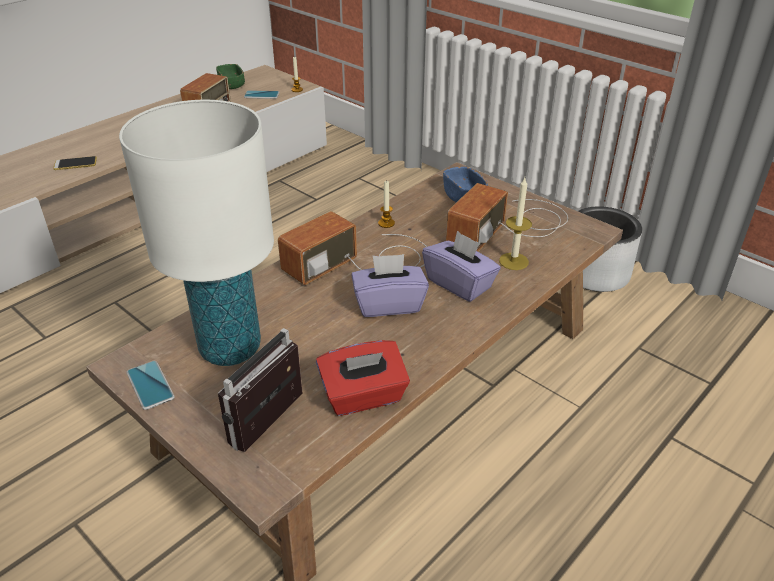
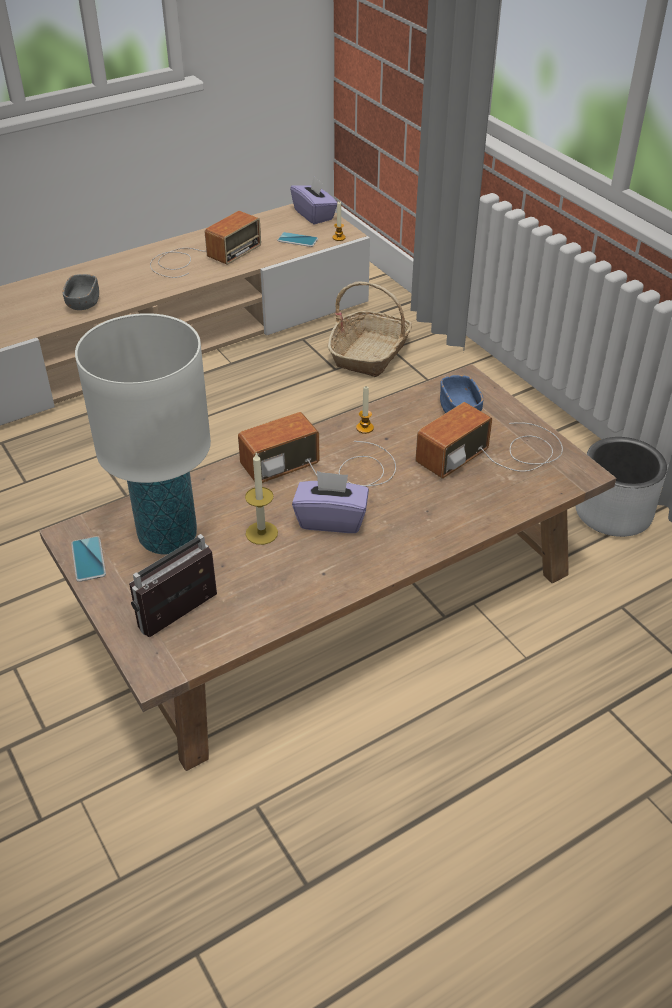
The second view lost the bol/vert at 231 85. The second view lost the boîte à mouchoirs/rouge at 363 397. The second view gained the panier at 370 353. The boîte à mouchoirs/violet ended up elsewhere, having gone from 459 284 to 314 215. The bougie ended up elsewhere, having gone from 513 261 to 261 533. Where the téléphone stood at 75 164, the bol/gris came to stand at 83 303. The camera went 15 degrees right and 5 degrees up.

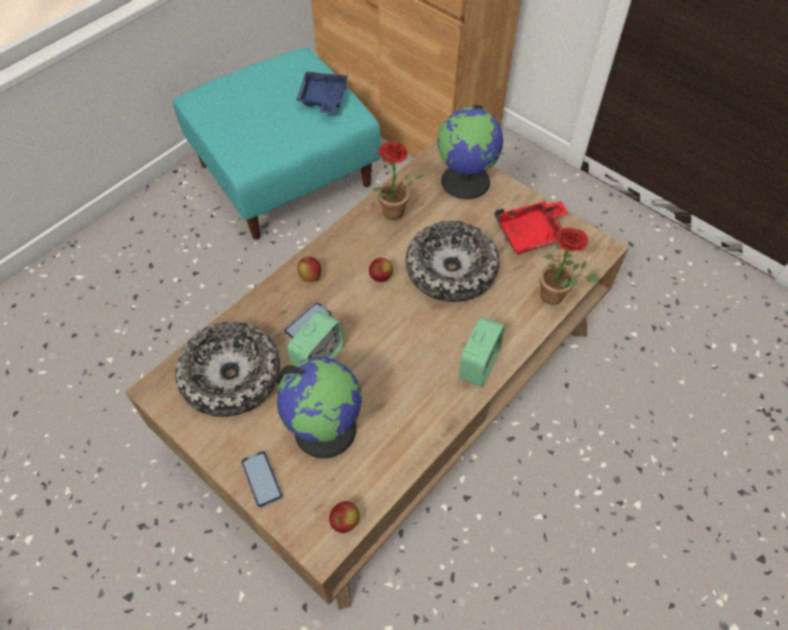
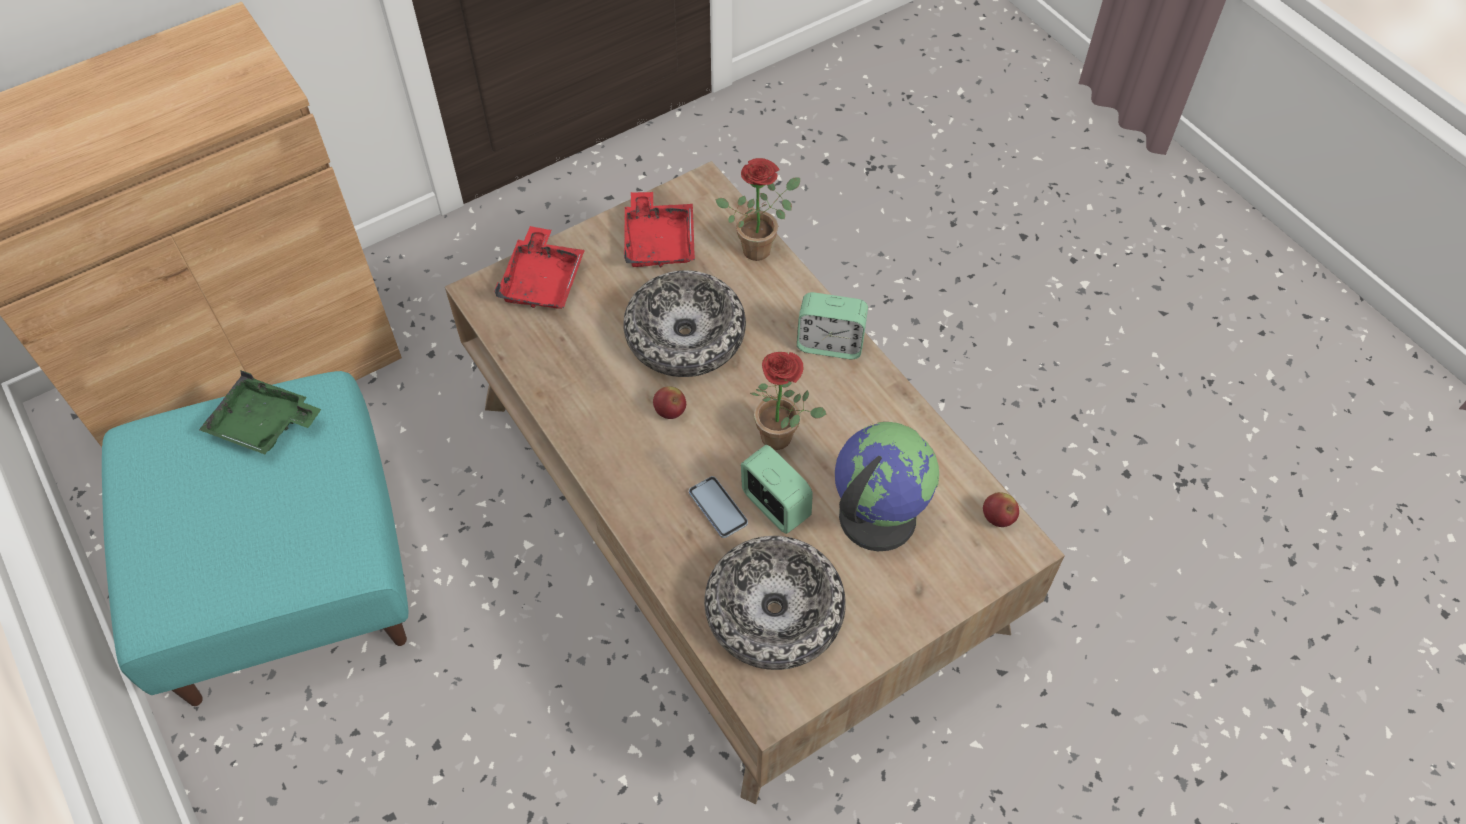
The second view lost the téléphone at 262 479. The second view lost the pomme at 310 277. The plante en pot ended up elsewhere, having gone from 393 216 to 783 438. Where the globe stood at 466 181, the plateau/rouge came to stand at 543 281. What was the plateau/bleu at 323 99 turned into the plateau/vert at 264 425. The réveil at 478 364 ended up facing another way, 150 degrees clockwise from before. The camera went 75 degrees left and 0 degrees up.

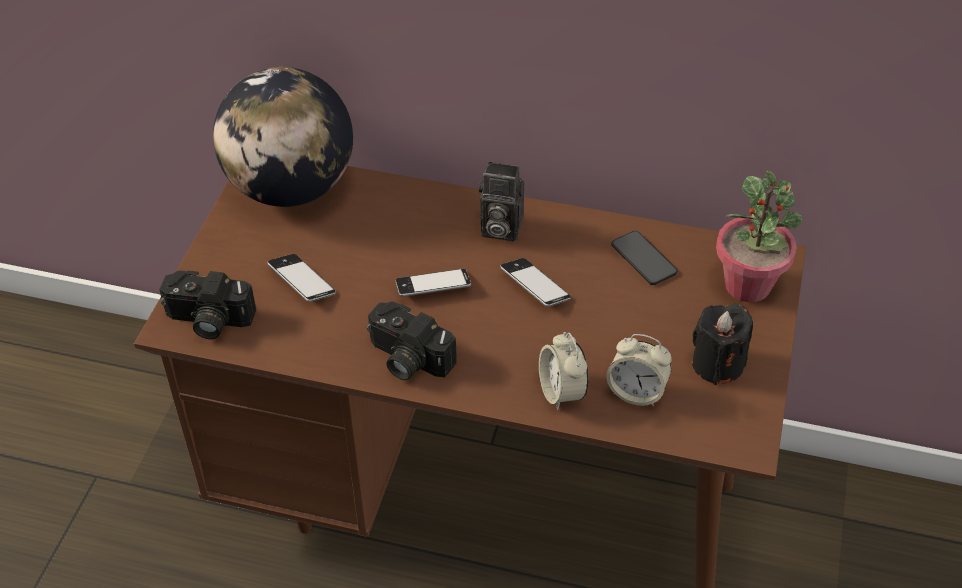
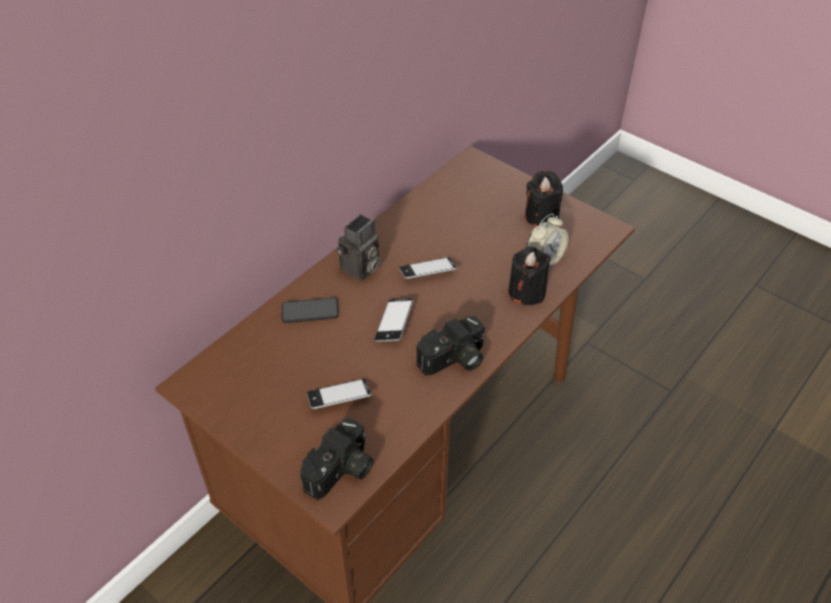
The second view lost the globe at 291 188. The second view lost the plante en pot at 748 285. The téléphone ended up elsewhere, having gone from 643 259 to 310 311. Where the réveil stood at 561 392, the bougie/noir came to stand at 526 292. The camera went 65 degrees left and 0 degrees up.

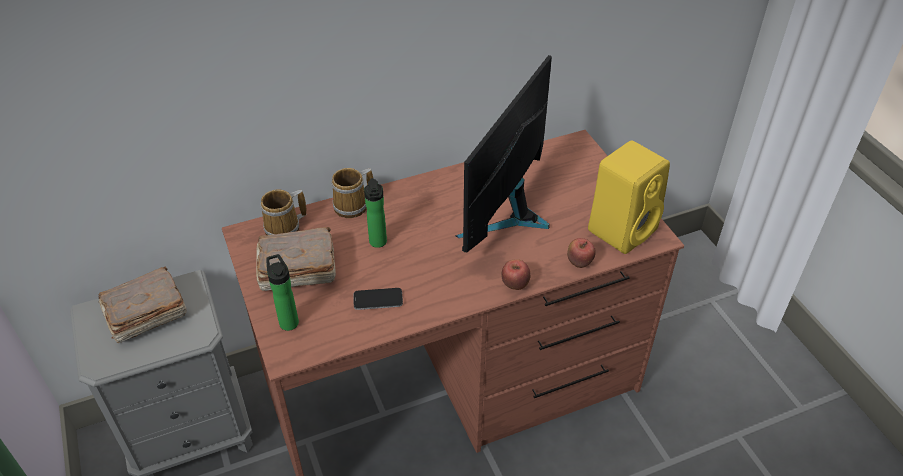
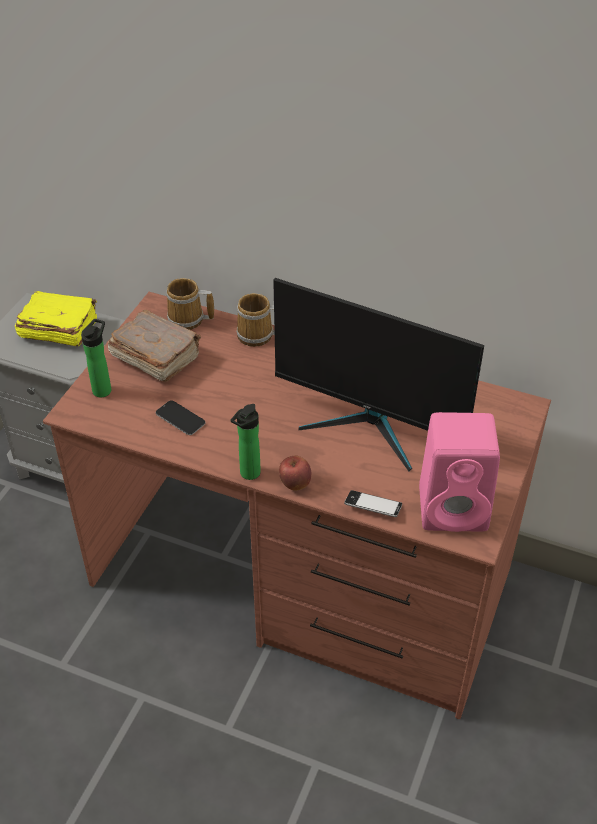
The bouteille ended up elsewhere, having gone from 378 243 to 248 474. Where the pomme stood at 579 263, the téléphone came to stand at 373 507. What was the livre/marron at 145 315 turned into the livre/jaune at 58 329. What was the enceinte/jaune at 623 229 turned into the enceinte/rose at 455 508. The écran d'ordinateur at 508 214 ended up facing another way, 135 degrees counterclockwise from before. The camera went 45 degrees right and 0 degrees up.

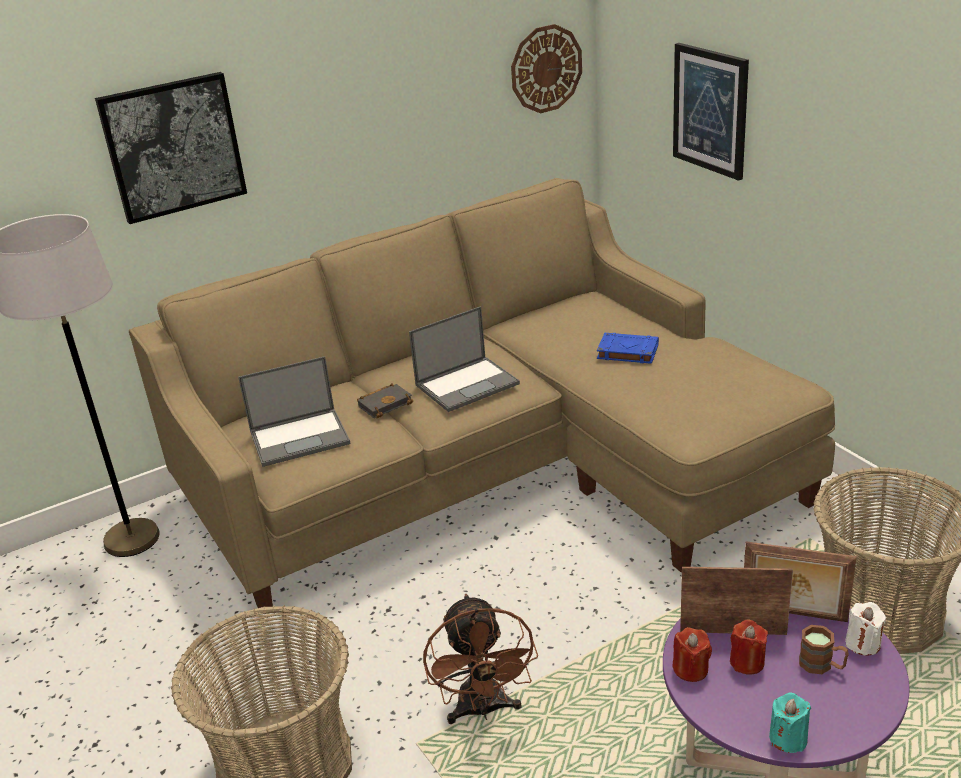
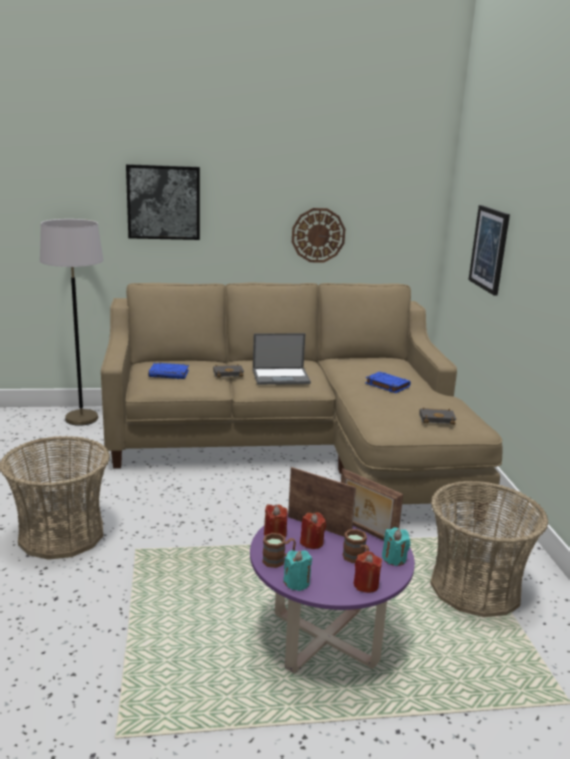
The second view lost the ventilateur/marron at 483 710. The second view gained the mug/marron at 278 560. The second view gained the bougie/rouge at 366 585. The second view gained the livre/noir at 437 419. The horloge murale ended up elsewhere, having gone from 546 69 to 318 235. Where the ordinateur portable stood at 300 437, the livre/bleu came to stand at 169 374. What was the bougie/blanc at 863 643 turned into the bougie/turquoise at 394 558. The camera went 20 degrees right and 10 degrees down.

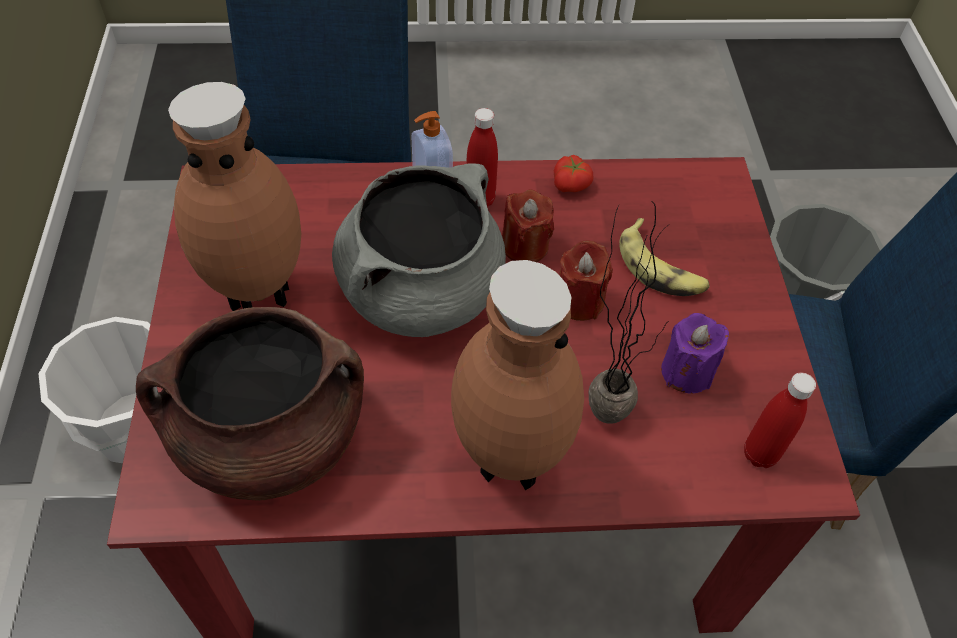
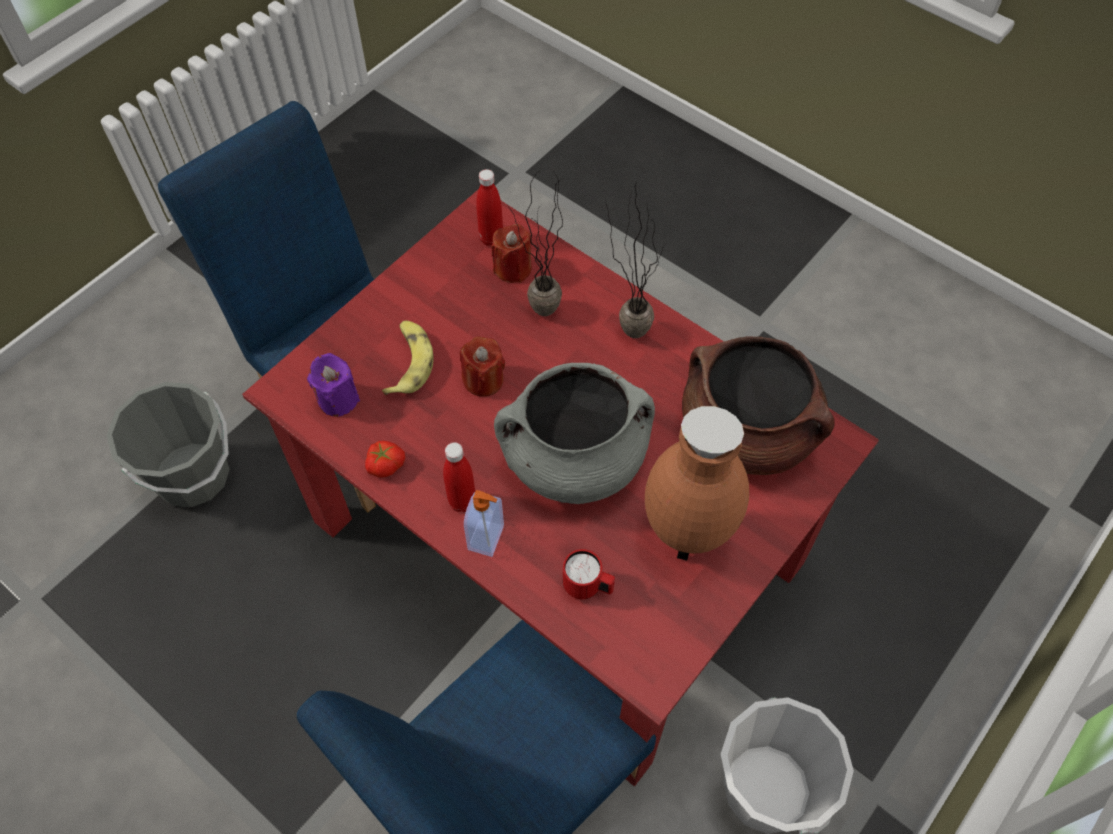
The second view gained the mug/rouge at 588 587. The bougie/rouge ended up elsewhere, having gone from 525 246 to 513 268. The bougie/violet ended up elsewhere, having gone from 686 372 to 338 399. Where the vase/marron stood at 506 463, the plante en pot came to stand at 626 326. The camera went 135 degrees left and 5 degrees up.

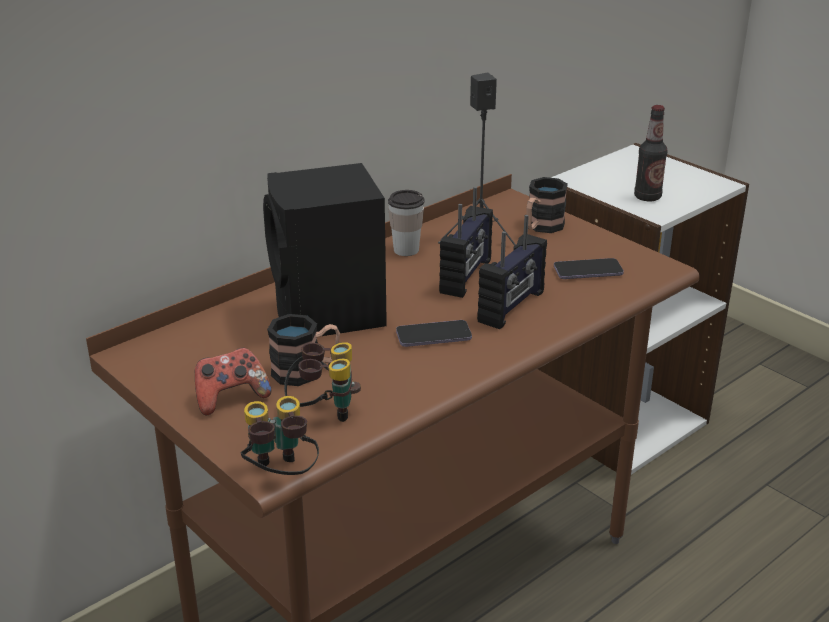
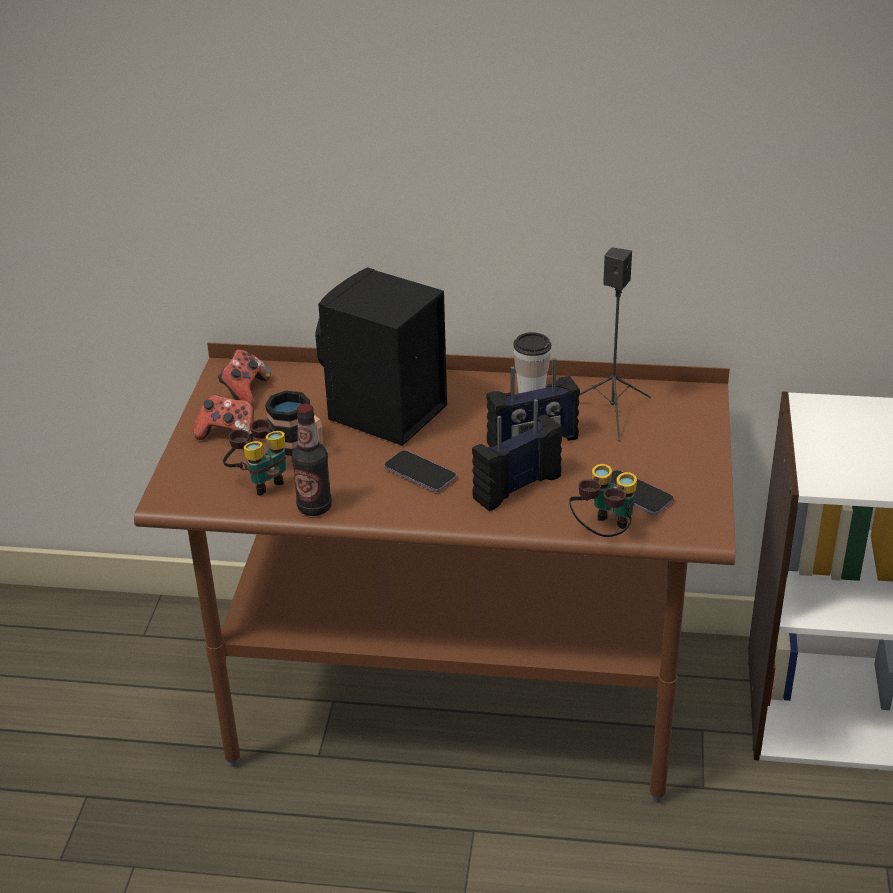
The second view lost the mug at 541 227. The second view gained the manette at 245 392. The jumelles ended up elsewhere, having gone from 280 476 to 603 533. The bouteille ended up elsewhere, having gone from 647 197 to 314 507. The radio at 512 307 ended up facing another way, 150 degrees clockwise from before. The camera went 50 degrees right and 5 degrees up.

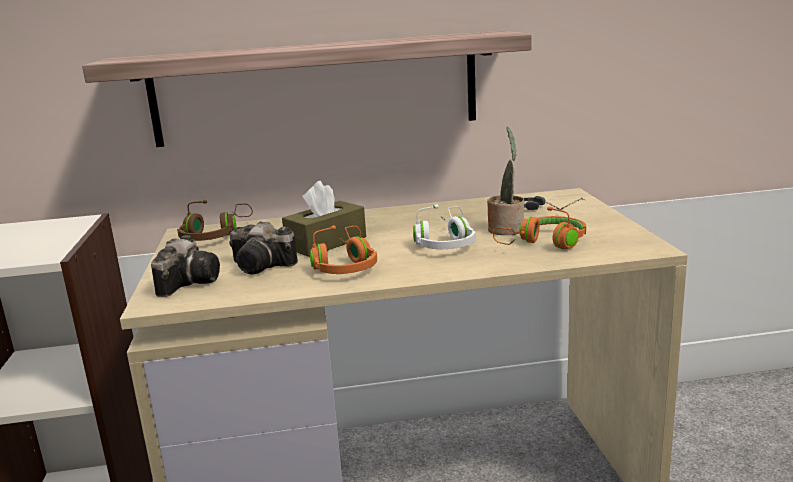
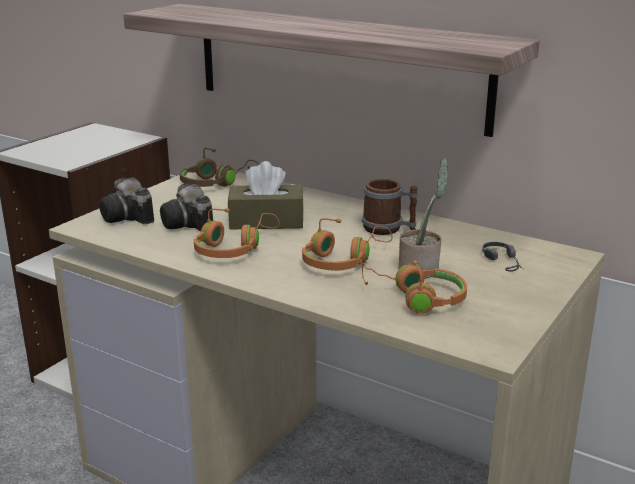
The second view gained the mug at 389 229. What was the casque audio/blanc at 445 243 turned into the casque audio/orange at 343 260. The appareil photo at 190 281 ended up facing another way, 90 degrees clockwise from before. The camera went 40 degrees right and 5 degrees up.

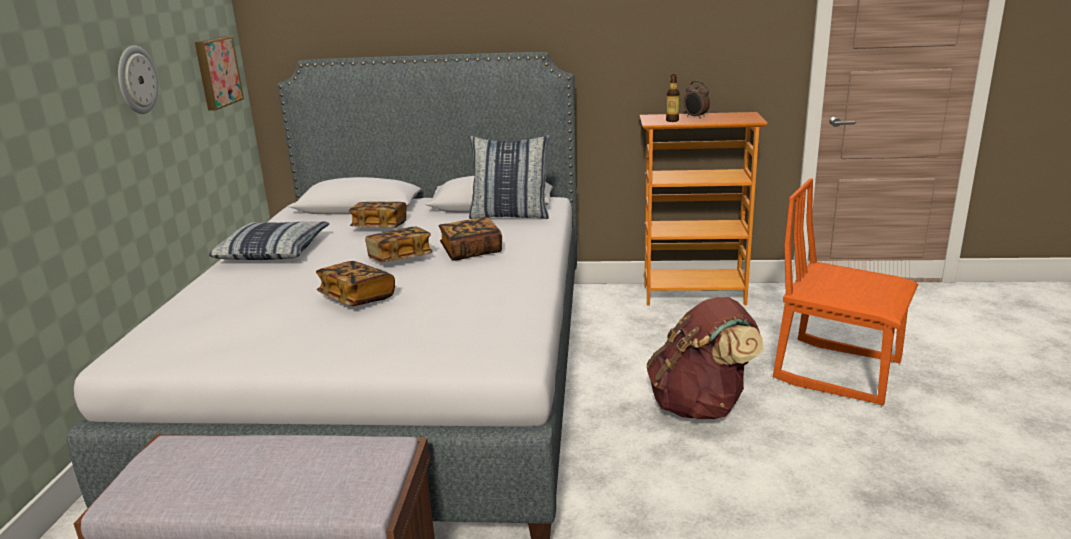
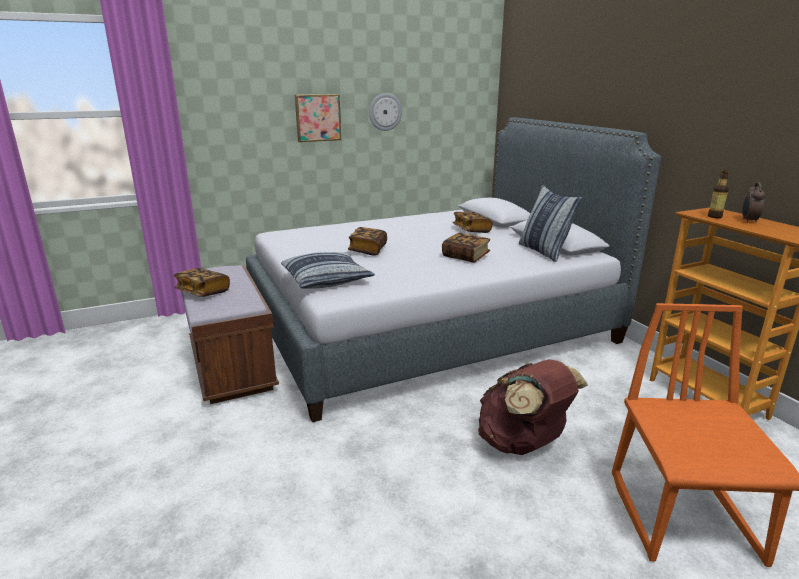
The tableau ended up elsewhere, having gone from 216 72 to 317 117. The coussin ended up elsewhere, having gone from 274 251 to 327 279. The livre ended up elsewhere, having gone from 400 258 to 203 292. The camera went 60 degrees right and 0 degrees up.

